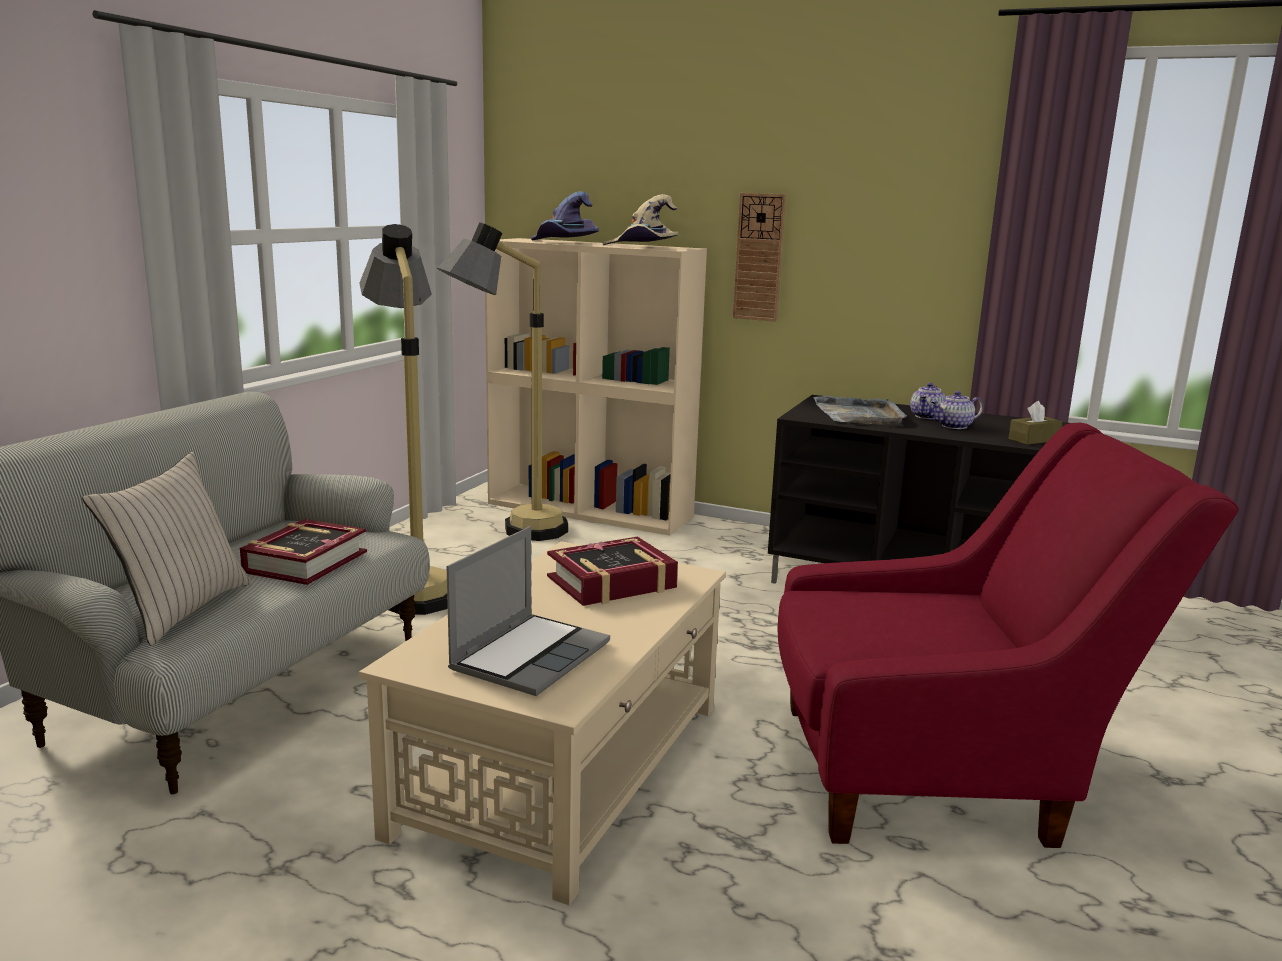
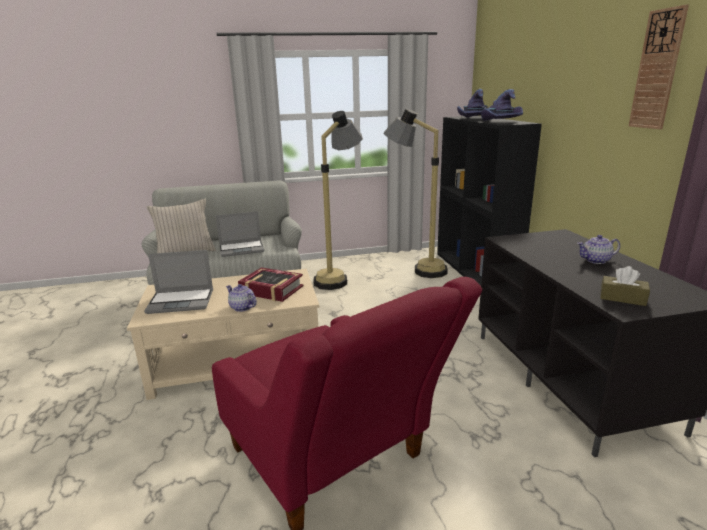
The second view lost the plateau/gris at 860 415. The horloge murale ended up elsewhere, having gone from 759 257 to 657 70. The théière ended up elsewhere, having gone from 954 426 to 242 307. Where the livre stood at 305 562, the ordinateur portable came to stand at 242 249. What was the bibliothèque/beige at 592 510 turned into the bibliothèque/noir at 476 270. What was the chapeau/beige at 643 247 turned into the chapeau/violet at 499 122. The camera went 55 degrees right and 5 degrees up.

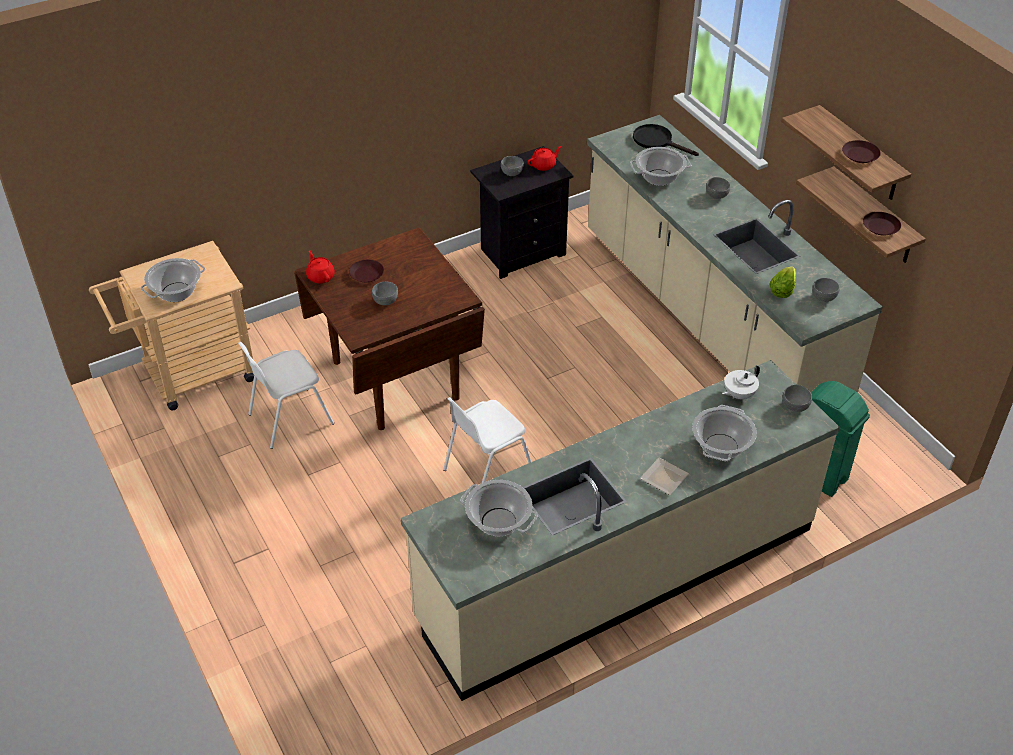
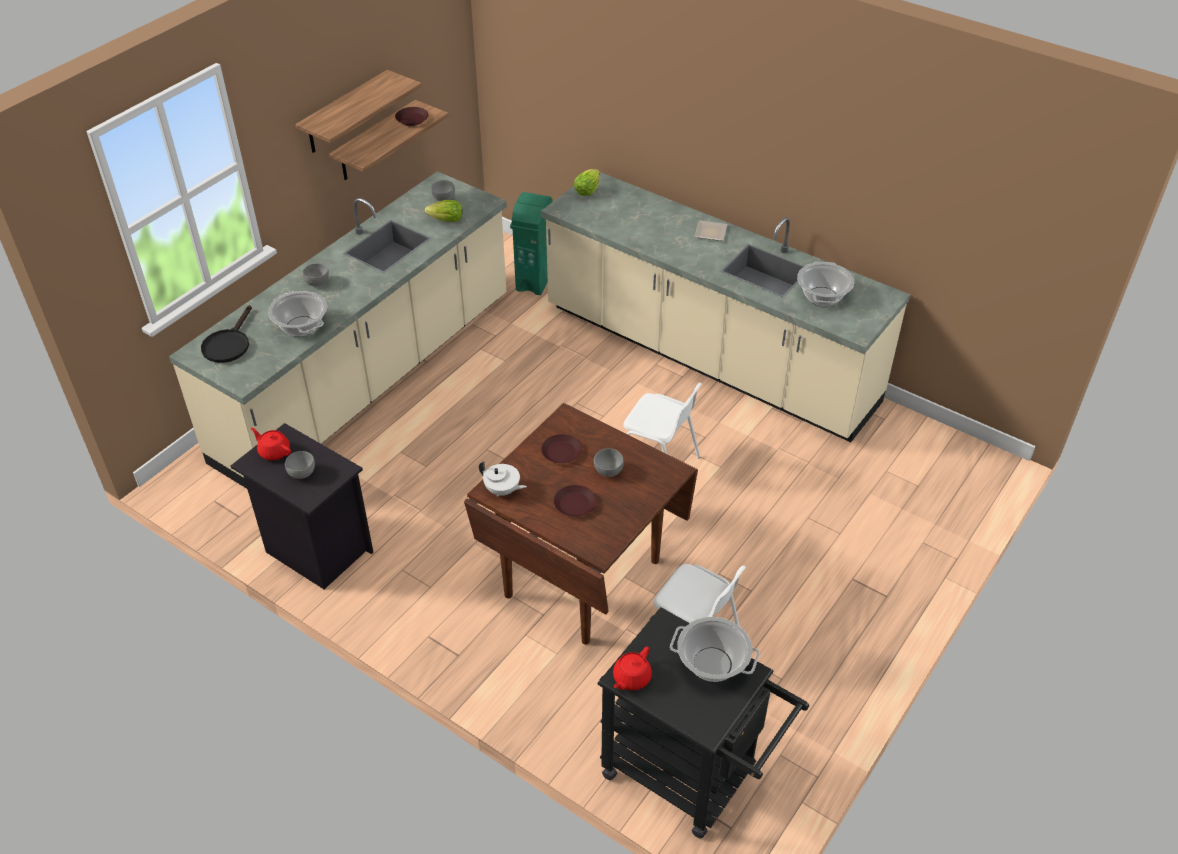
The second view lost the marmite at 721 447. The théière/rouge ended up elsewhere, having gone from 320 276 to 631 678. The théière/blanc ended up elsewhere, having gone from 738 394 to 502 490. The assiette/marron ended up elsewhere, having gone from 860 155 to 561 452. Where the bol/gris stood at 795 406, the laitue came to stand at 587 190. What was the chariot/beige at 190 376 turned into the chariot/noir at 690 776. The camera went 115 degrees left and 0 degrees up.

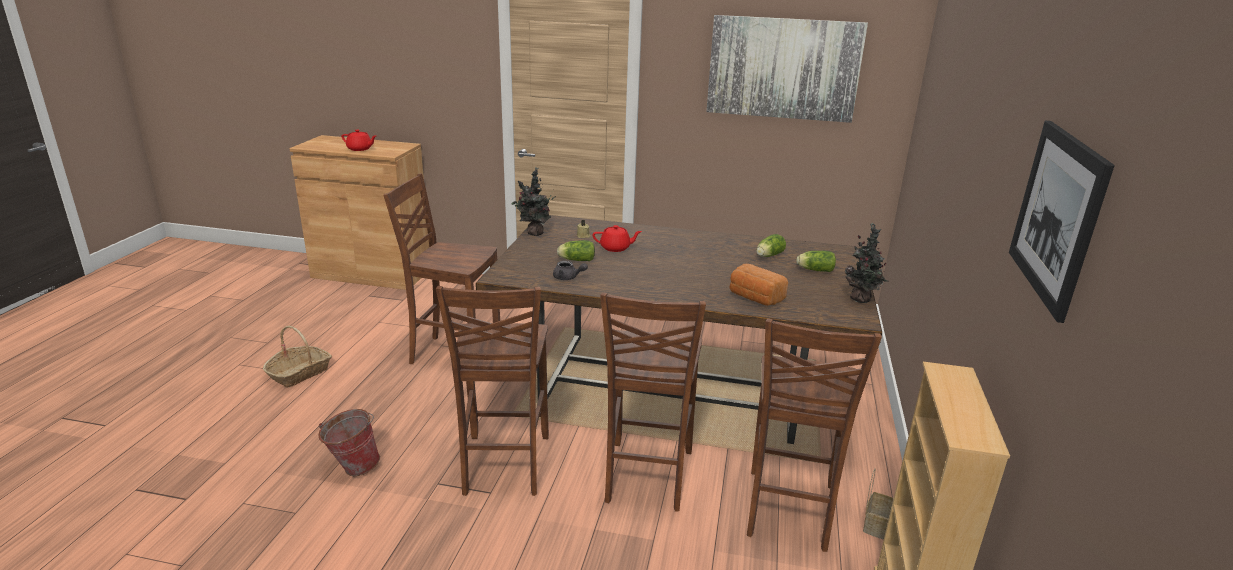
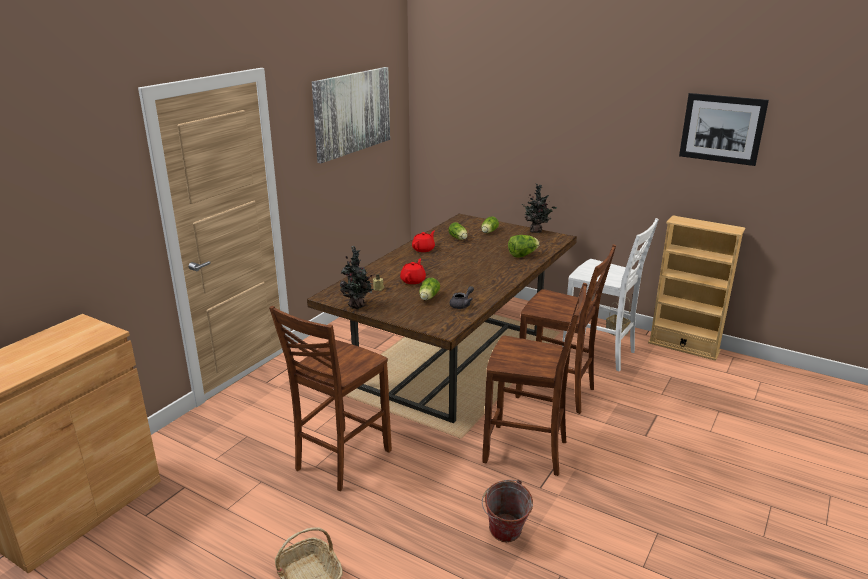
The théière/rouge ended up elsewhere, having gone from 360 149 to 424 249. Where the pain stood at 754 298, the laitue came to stand at 522 255. What was the chaise/marron at 788 511 turned into the chaise/blanc at 600 354. The camera went 70 degrees left and 0 degrees up.

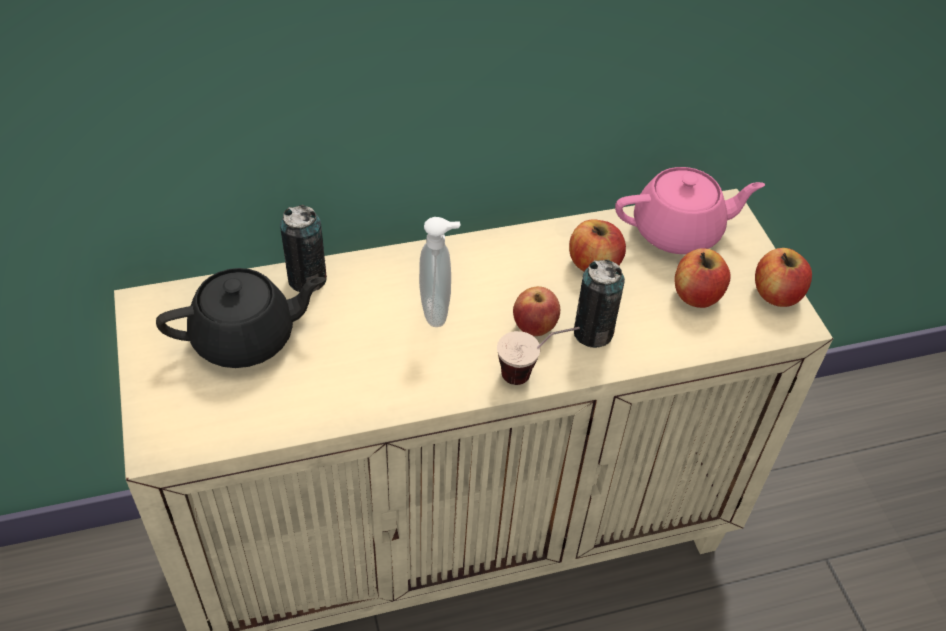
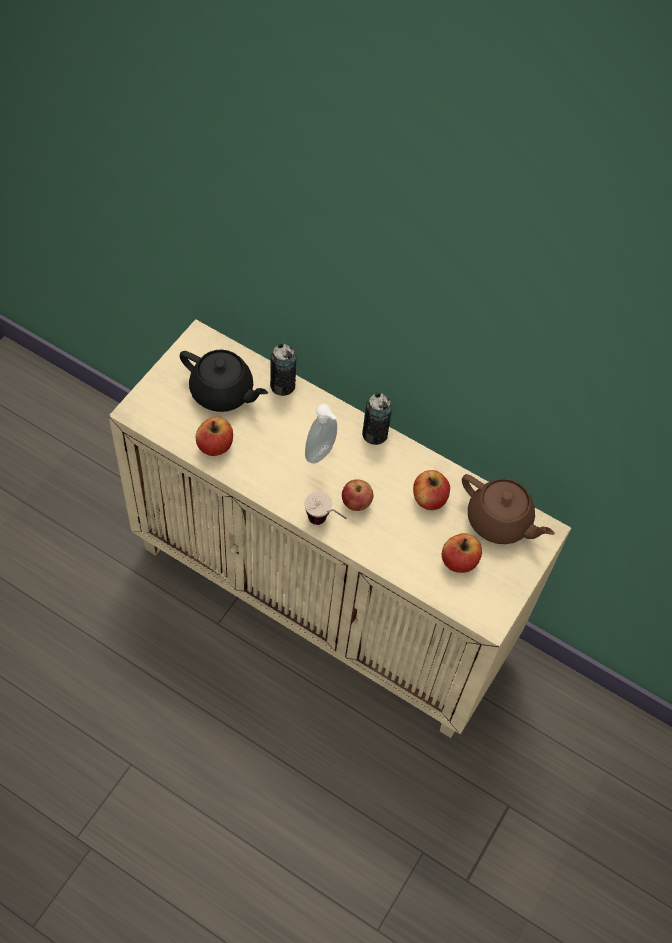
The boîte métallique ended up elsewhere, having gone from 593 333 to 374 434. The pomme ended up elsewhere, having gone from 776 294 to 215 445. What was the théière/rose at 679 232 turned into the théière/marron at 499 521. The camera went 45 degrees right and 10 degrees up.

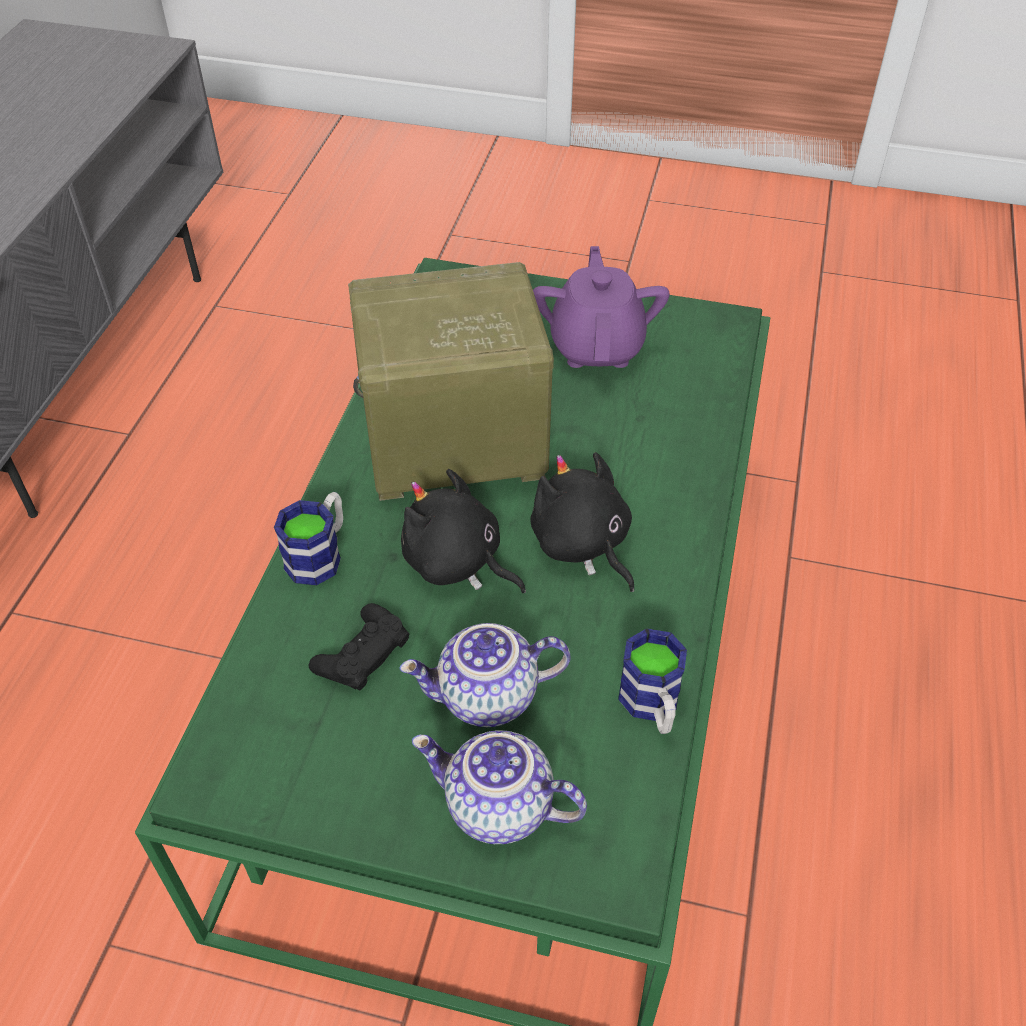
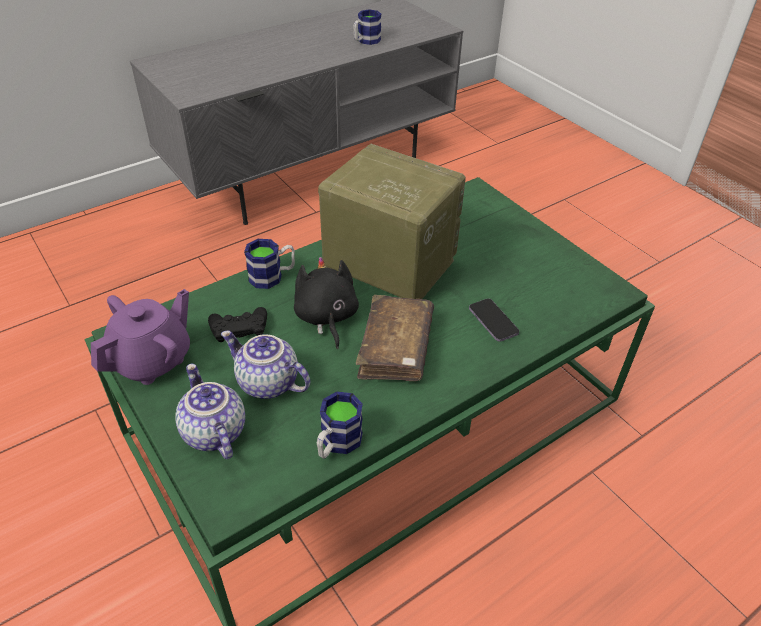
The second view gained the mug at 365 41. The second view gained the téléphone at 493 321. The théière/violet ended up elsewhere, having gone from 597 346 to 153 360. Where the peluche/noir stood at 582 544, the livre/marron came to stand at 395 348. The camera went 40 degrees right and 5 degrees down.

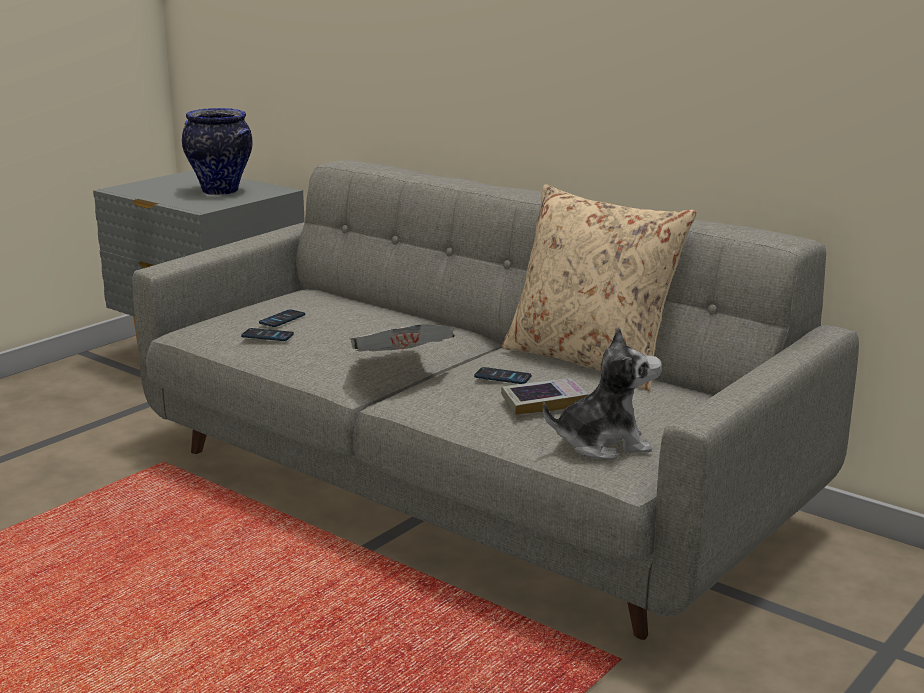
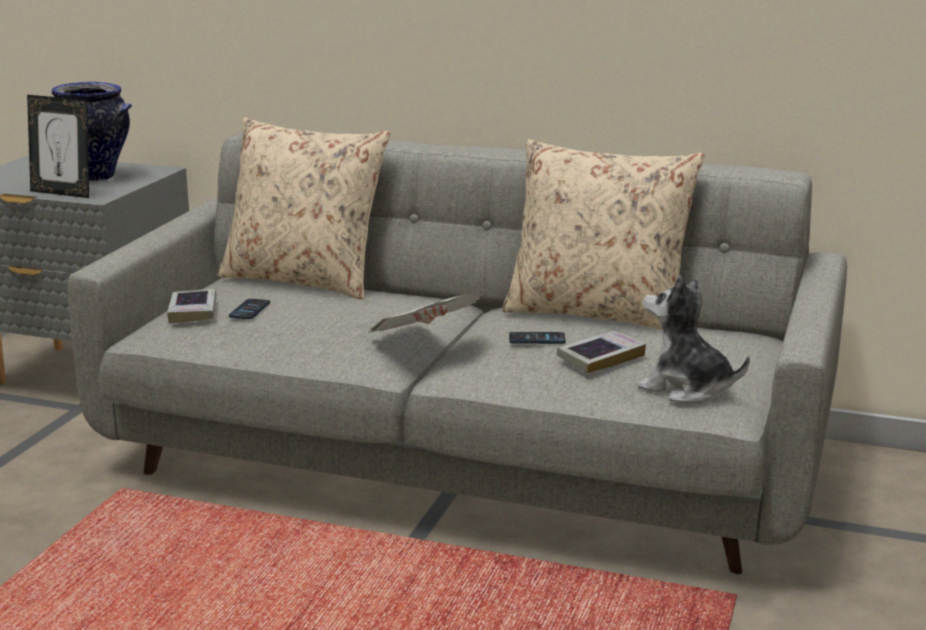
The second view lost the téléphone at 267 336. The second view gained the cadre photo at 63 193. The second view gained the livre at 193 311. The second view gained the coussin/beige at 304 280. The peluche at 603 444 ended up facing another way, 120 degrees counterclockwise from before. The camera went 20 degrees left and 0 degrees up.

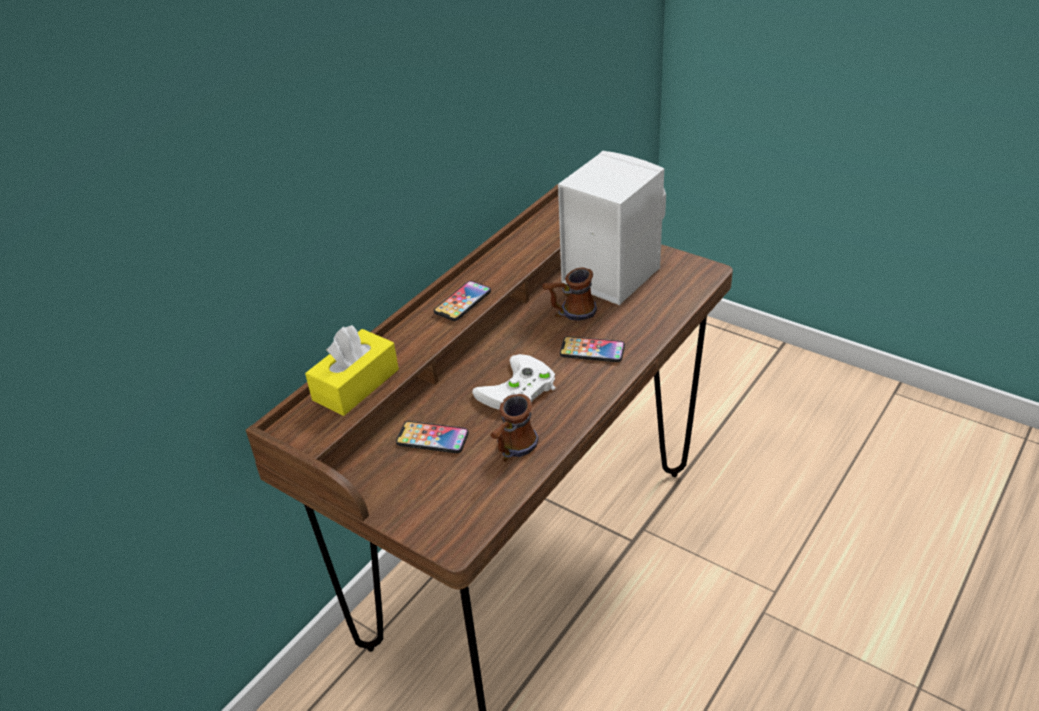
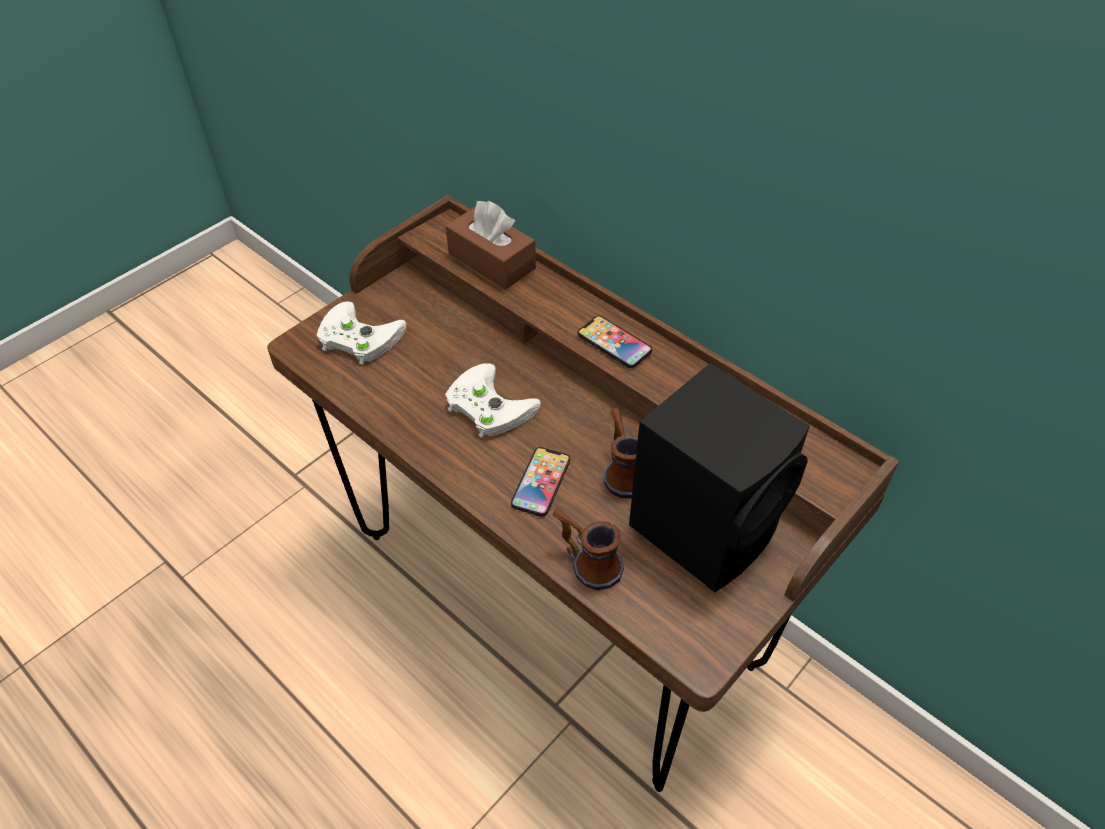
The second view lost the téléphone at 432 438. The second view gained the manette/blanc at 356 338. The mug ended up elsewhere, having gone from 512 450 to 586 562. What was the boîte à mouchoirs/jaune at 356 385 turned into the boîte à mouchoirs/marron at 492 261. What was the enceinte/blanc at 608 274 turned into the enceinte/noir at 707 526. The camera went 95 degrees right and 10 degrees up.

